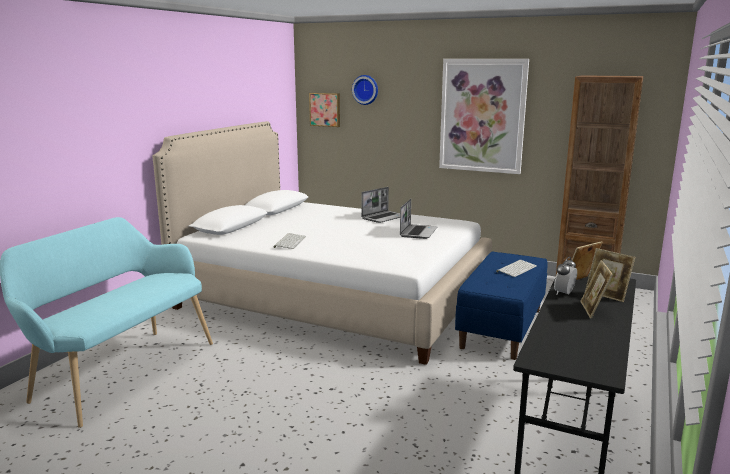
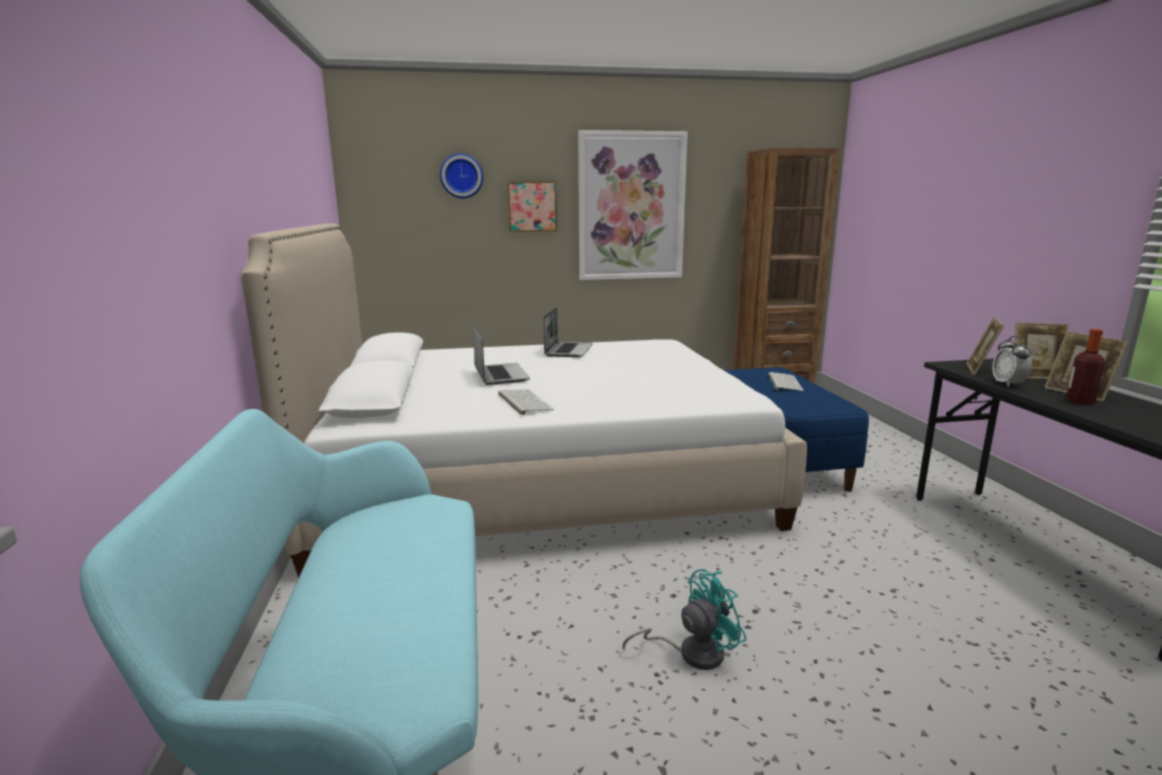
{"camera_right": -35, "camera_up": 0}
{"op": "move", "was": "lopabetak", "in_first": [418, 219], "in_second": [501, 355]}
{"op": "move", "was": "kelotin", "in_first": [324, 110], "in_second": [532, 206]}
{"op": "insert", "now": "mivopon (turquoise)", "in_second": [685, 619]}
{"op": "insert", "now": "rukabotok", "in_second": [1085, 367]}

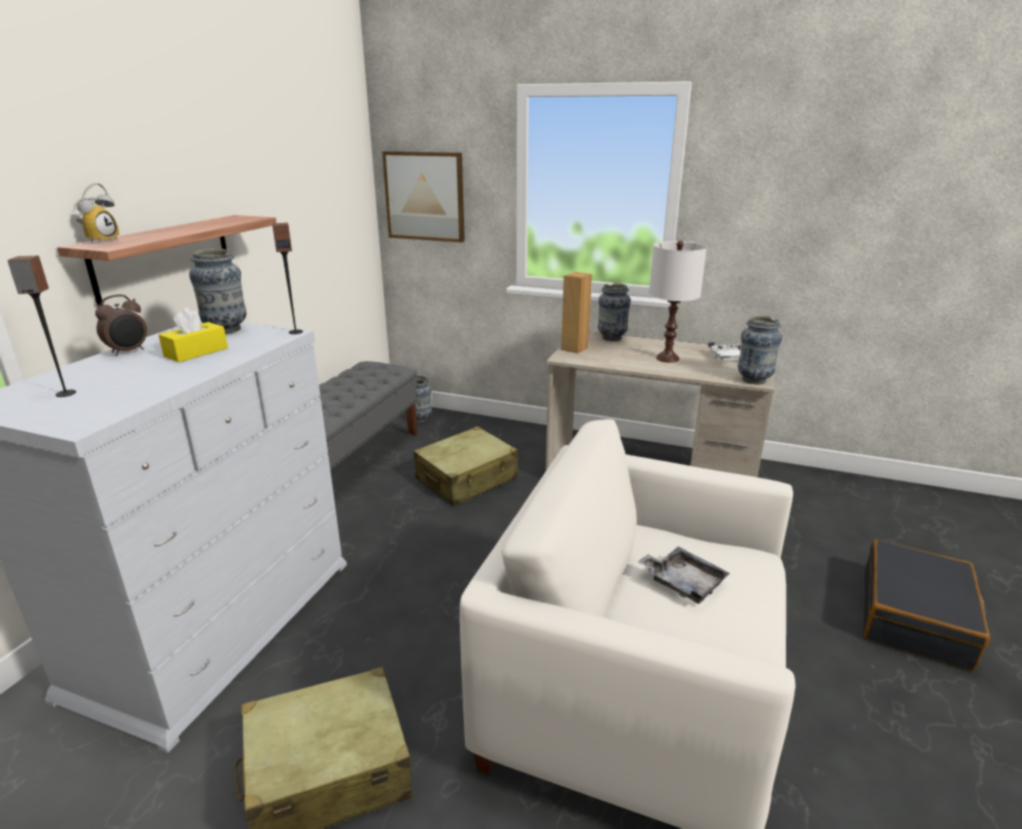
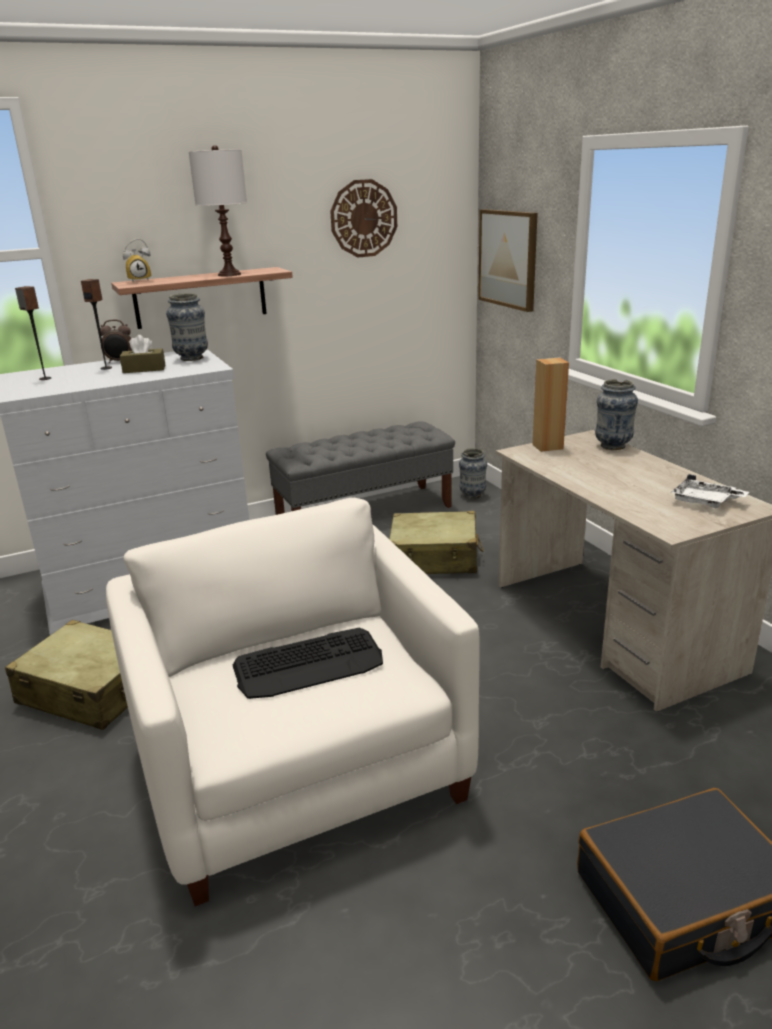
{"camera_right": 45, "camera_up": 0}
{"op": "move", "was": "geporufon", "in_first": [287, 278], "in_second": [96, 324]}
{"op": "recolor", "was": "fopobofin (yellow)", "now": "fopobofin (brown)", "in_first": [193, 335], "in_second": [142, 354]}
{"op": "move", "was": "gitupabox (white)", "in_first": [678, 302], "in_second": [217, 210]}
{"op": "replace", "was": "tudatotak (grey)", "now": "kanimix", "in_first": [684, 575], "in_second": [308, 663]}
{"op": "insert", "now": "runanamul", "in_second": [363, 218]}
{"op": "delete", "was": "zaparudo", "in_first": [760, 350]}

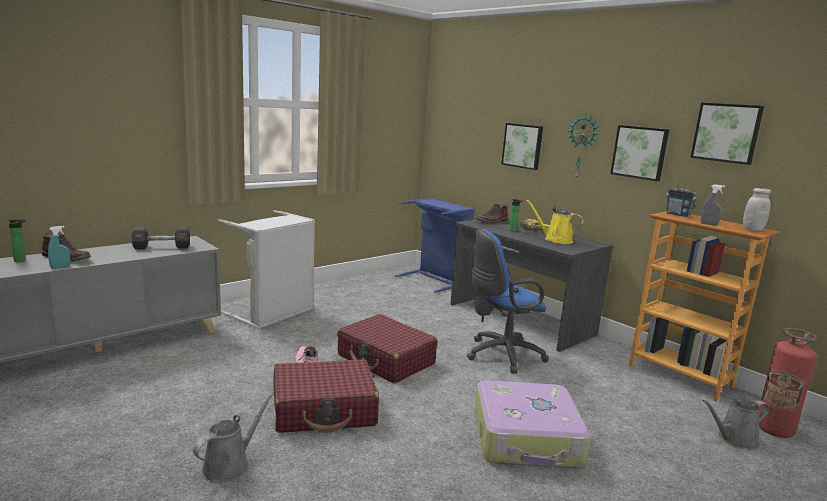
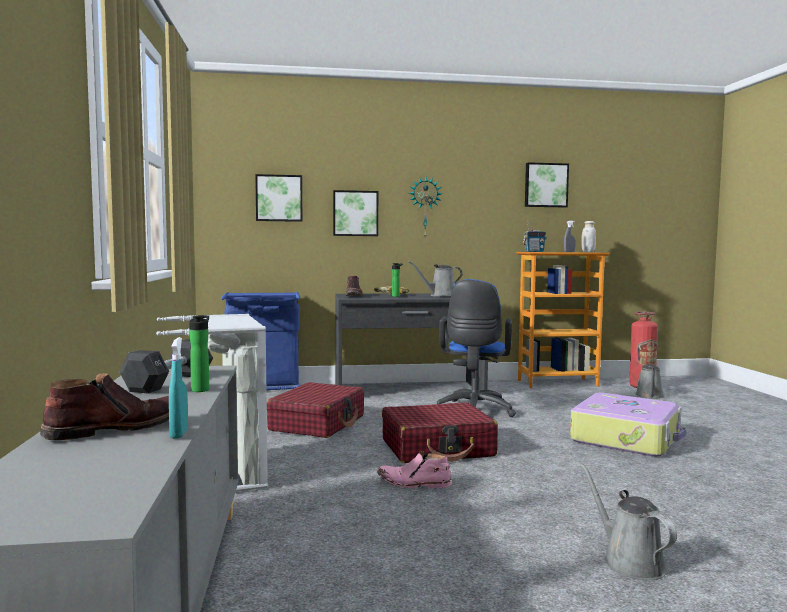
{"camera_right": -55, "camera_up": -10}
{"op": "move", "was": "rukabotok", "in_first": [17, 240], "in_second": [199, 353]}
{"op": "move", "was": "kelotin", "in_first": [639, 153], "in_second": [278, 198]}
{"op": "move", "was": "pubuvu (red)", "in_first": [326, 396], "in_second": [315, 410]}
{"op": "recolor", "was": "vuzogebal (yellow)", "now": "vuzogebal (grey)", "in_first": [554, 222], "in_second": [436, 279]}

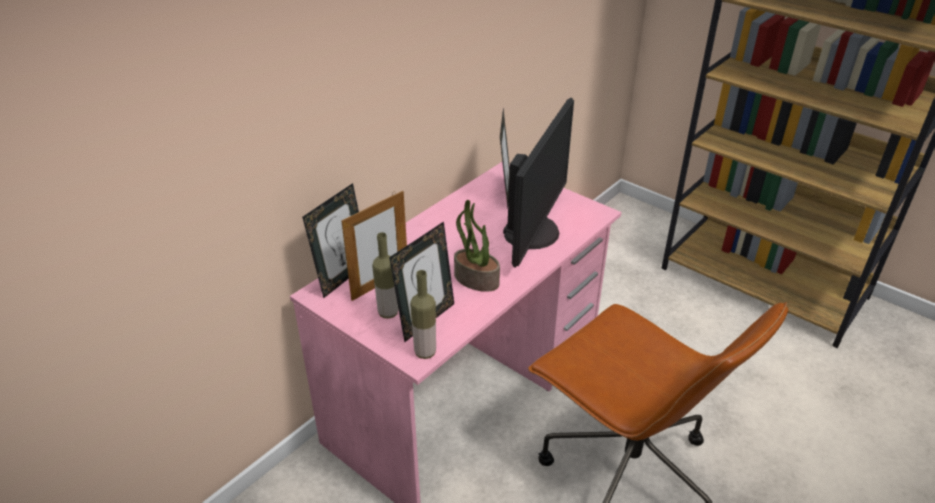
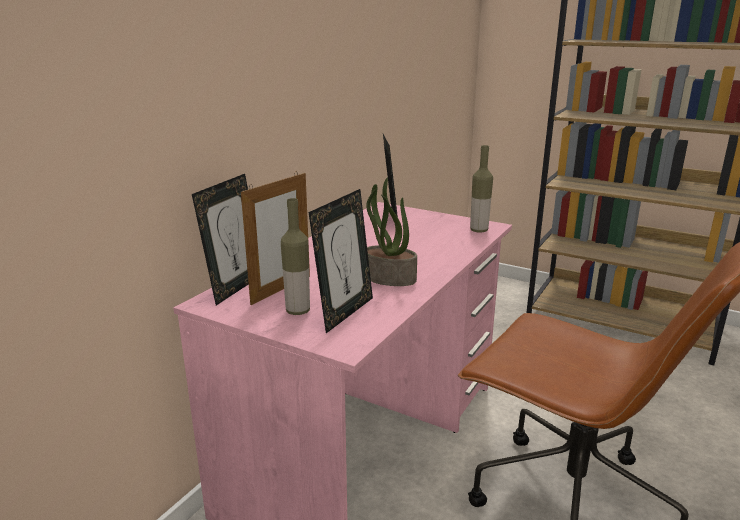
{"camera_right": -10, "camera_up": -15}
{"op": "move", "was": "rukabotok", "in_first": [423, 314], "in_second": [481, 189]}
{"op": "delete", "was": "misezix", "in_first": [538, 183]}

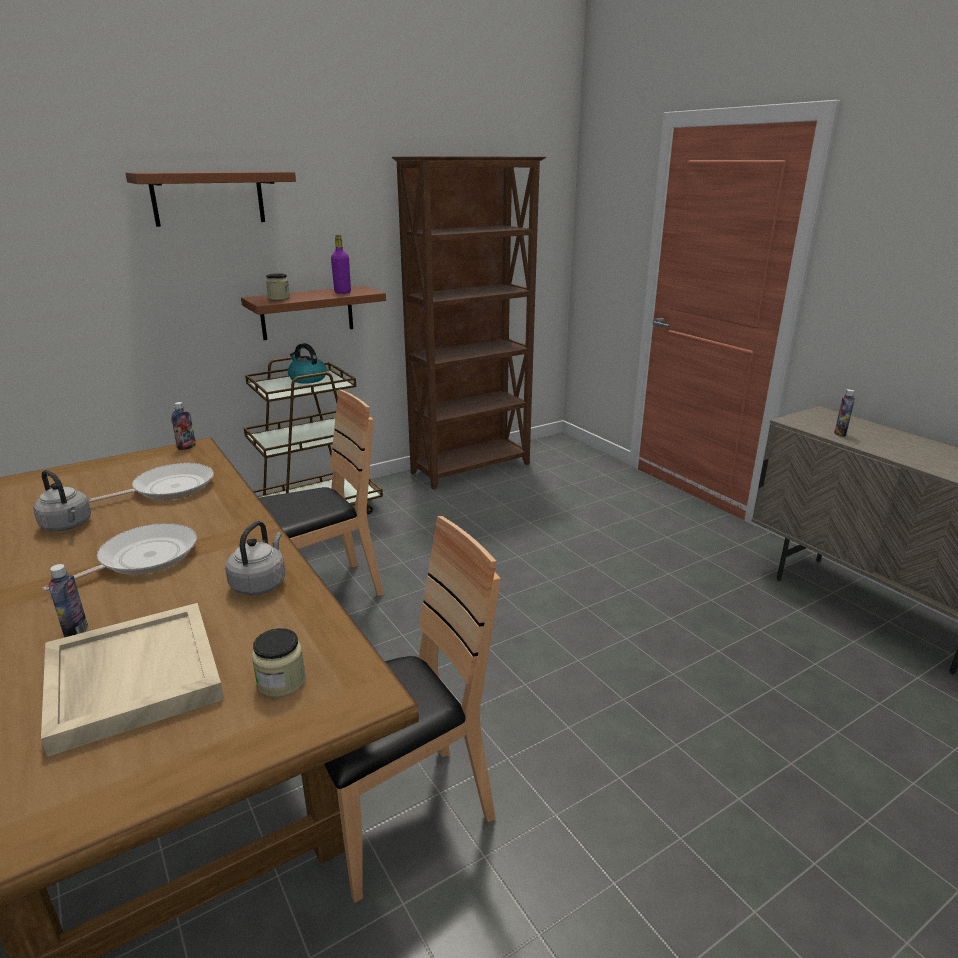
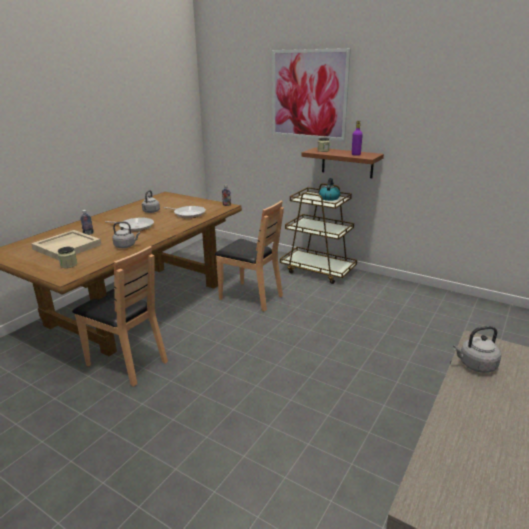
{"camera_right": 65, "camera_up": 0}
{"op": "replace", "was": "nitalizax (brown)", "now": "kelotin", "in_first": [210, 199], "in_second": [311, 94]}
{"op": "replace", "was": "rukabotok", "now": "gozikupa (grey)", "in_first": [844, 413], "in_second": [477, 349]}
{"op": "delete", "was": "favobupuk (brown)", "in_first": [469, 323]}

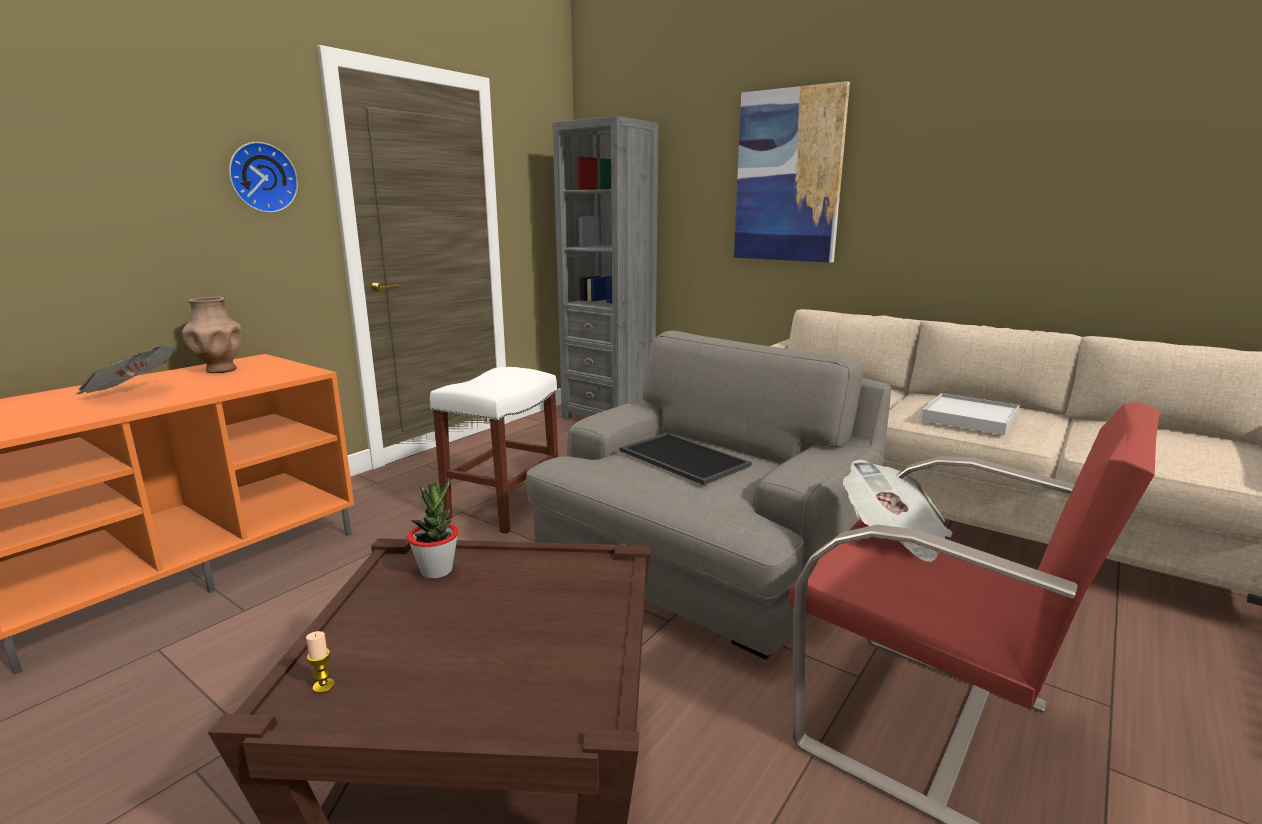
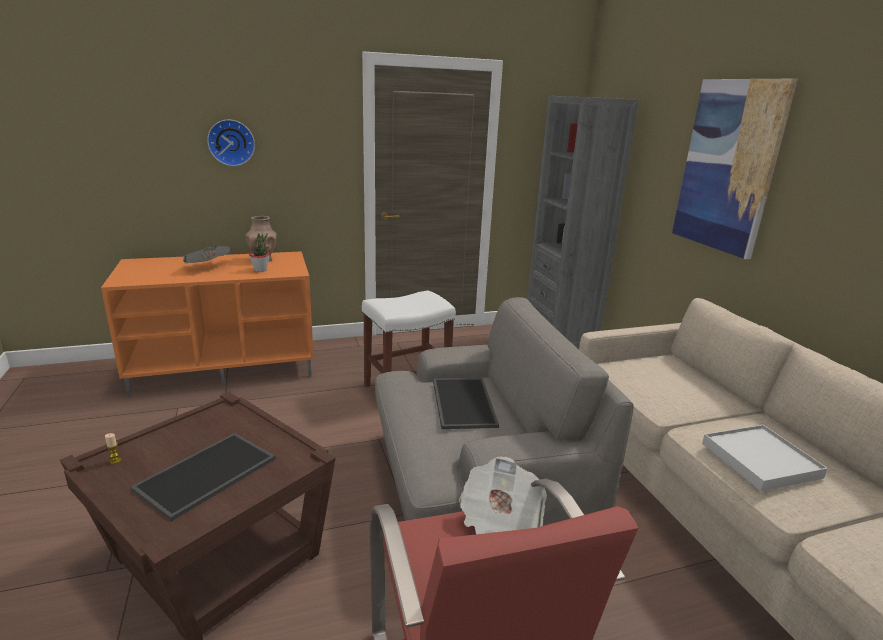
{"camera_right": 35, "camera_up": 5}
{"op": "insert", "now": "tudatotak", "in_second": [203, 477]}
{"op": "move", "was": "runanamul", "in_first": [263, 177], "in_second": [231, 143]}
{"op": "move", "was": "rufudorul", "in_first": [433, 528], "in_second": [259, 252]}

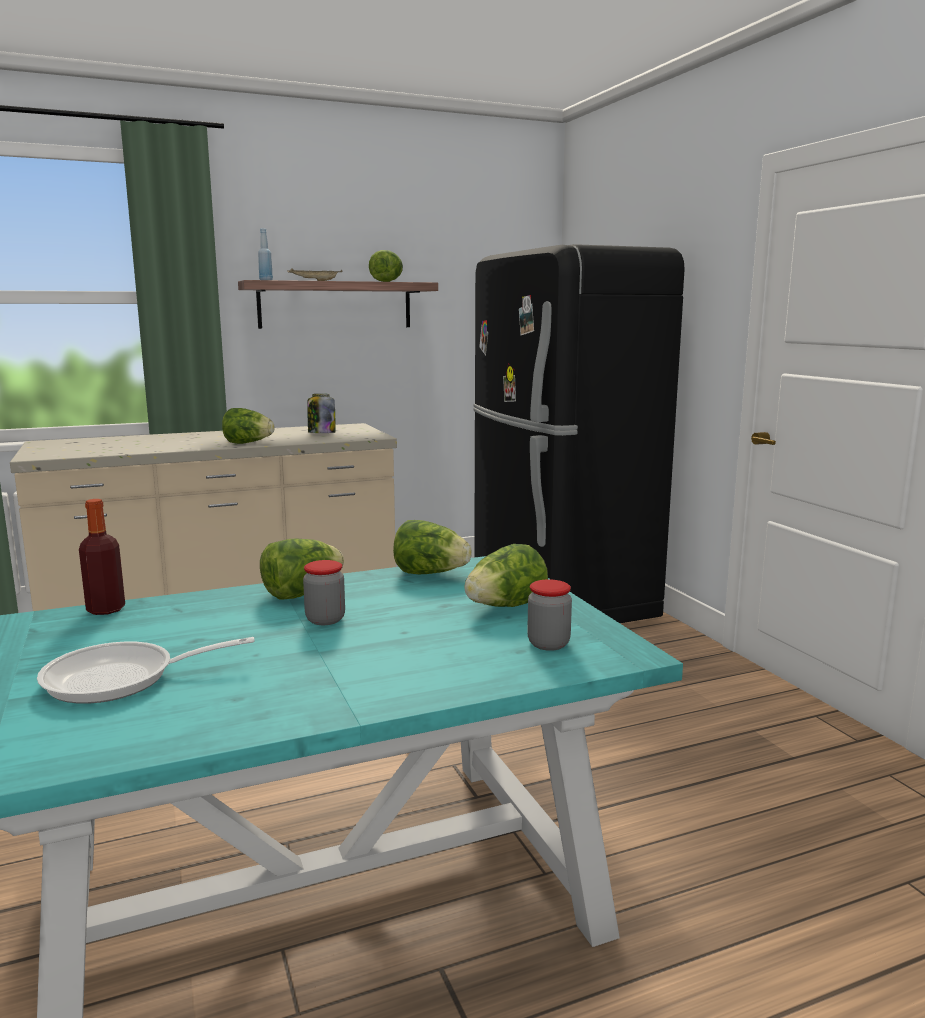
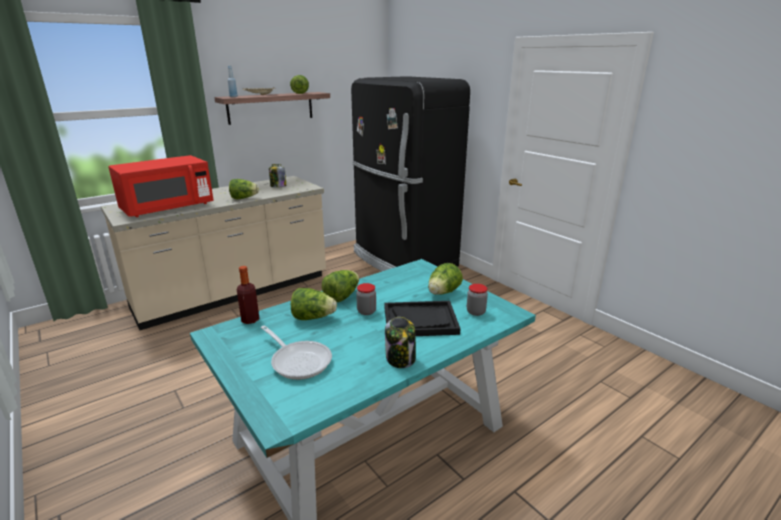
{"camera_right": -15, "camera_up": 10}
{"op": "insert", "now": "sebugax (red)", "in_second": [161, 186]}
{"op": "rotate", "was": "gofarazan", "in_first": [146, 670], "in_second": [296, 352], "clockwise": -105}
{"op": "move", "was": "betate", "in_first": [432, 547], "in_second": [314, 304]}
{"op": "insert", "now": "tudatotak (black)", "in_second": [422, 318]}
{"op": "insert", "now": "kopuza", "in_second": [400, 342]}

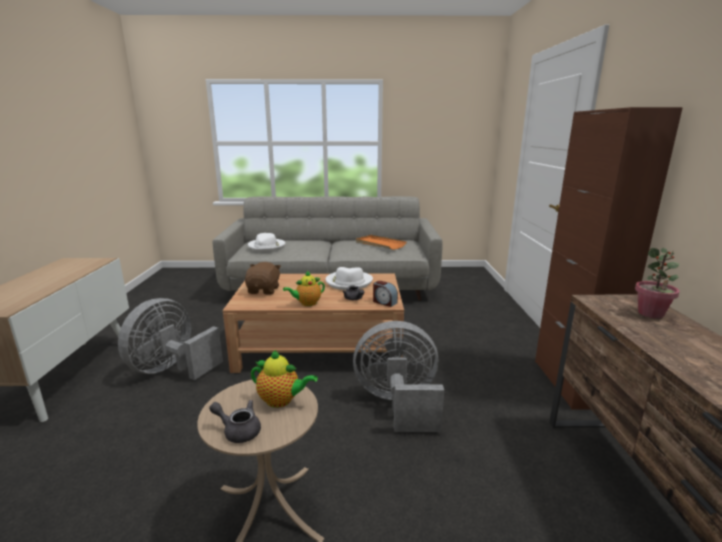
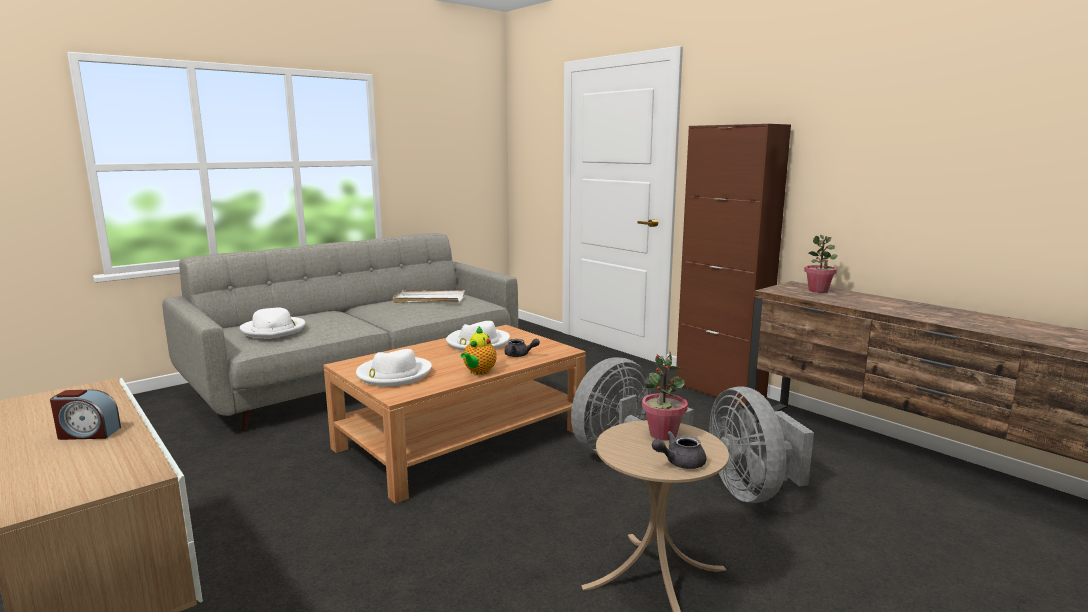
{"camera_right": -40, "camera_up": -5}
{"op": "move", "was": "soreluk", "in_first": [385, 294], "in_second": [85, 415]}
{"op": "replace", "was": "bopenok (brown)", "now": "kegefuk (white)", "in_first": [263, 278], "in_second": [394, 367]}
{"op": "recolor", "was": "tudatotak (orange)", "now": "tudatotak (white)", "in_first": [381, 242], "in_second": [429, 296]}
{"op": "replace", "was": "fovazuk", "now": "rufudorul", "in_first": [284, 379], "in_second": [665, 396]}
{"op": "move", "was": "mivopon (grey)", "in_first": [170, 339], "in_second": [762, 444]}

